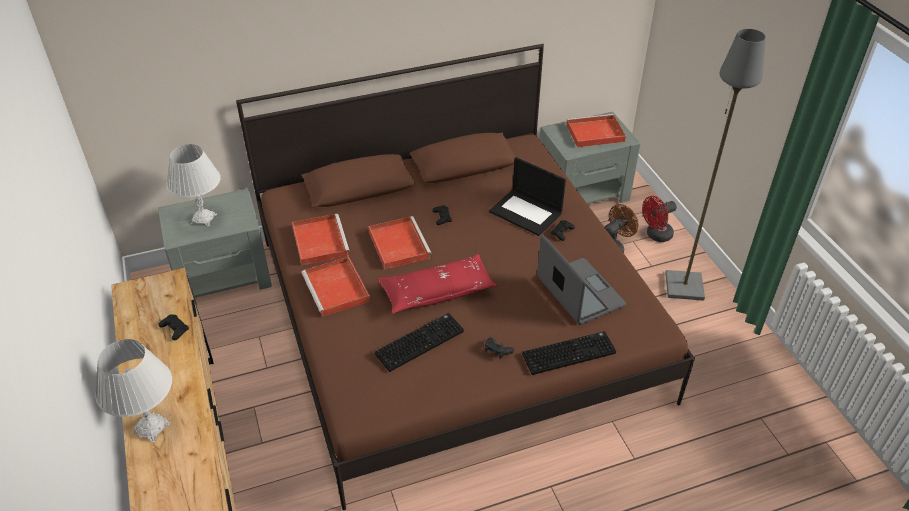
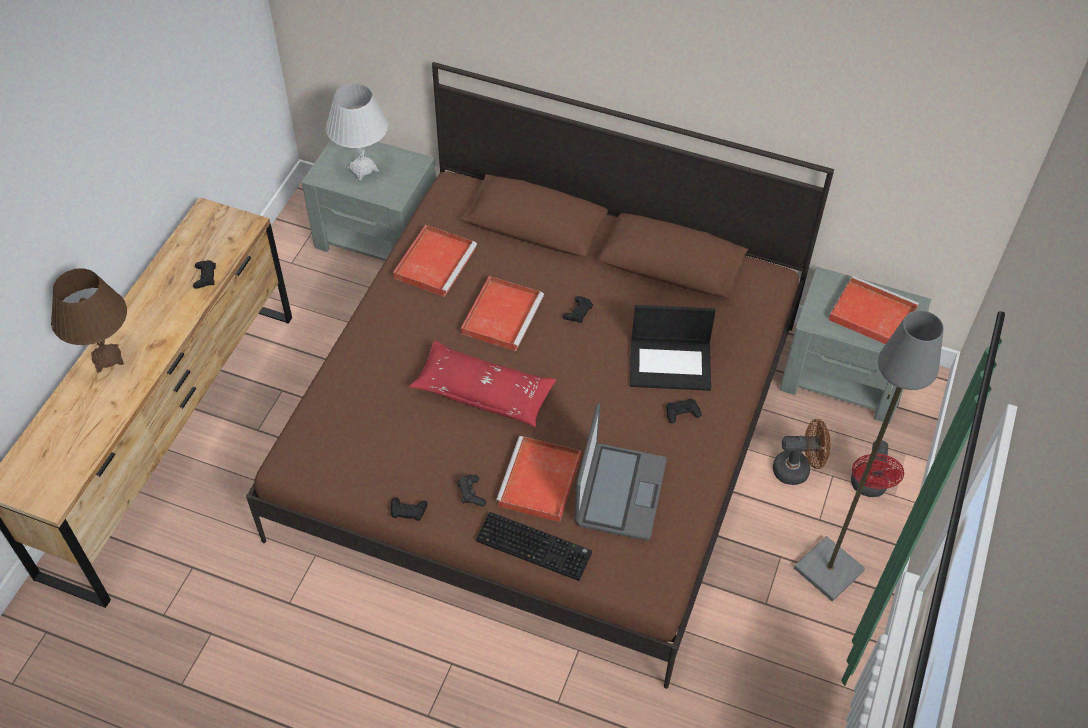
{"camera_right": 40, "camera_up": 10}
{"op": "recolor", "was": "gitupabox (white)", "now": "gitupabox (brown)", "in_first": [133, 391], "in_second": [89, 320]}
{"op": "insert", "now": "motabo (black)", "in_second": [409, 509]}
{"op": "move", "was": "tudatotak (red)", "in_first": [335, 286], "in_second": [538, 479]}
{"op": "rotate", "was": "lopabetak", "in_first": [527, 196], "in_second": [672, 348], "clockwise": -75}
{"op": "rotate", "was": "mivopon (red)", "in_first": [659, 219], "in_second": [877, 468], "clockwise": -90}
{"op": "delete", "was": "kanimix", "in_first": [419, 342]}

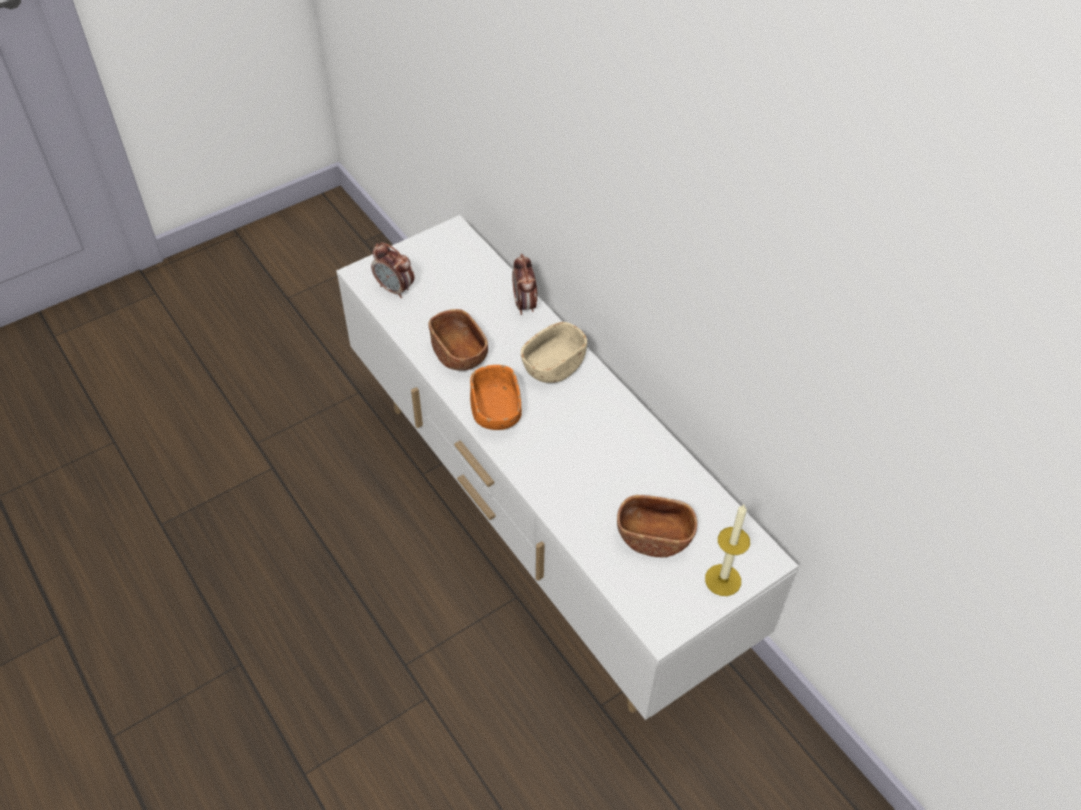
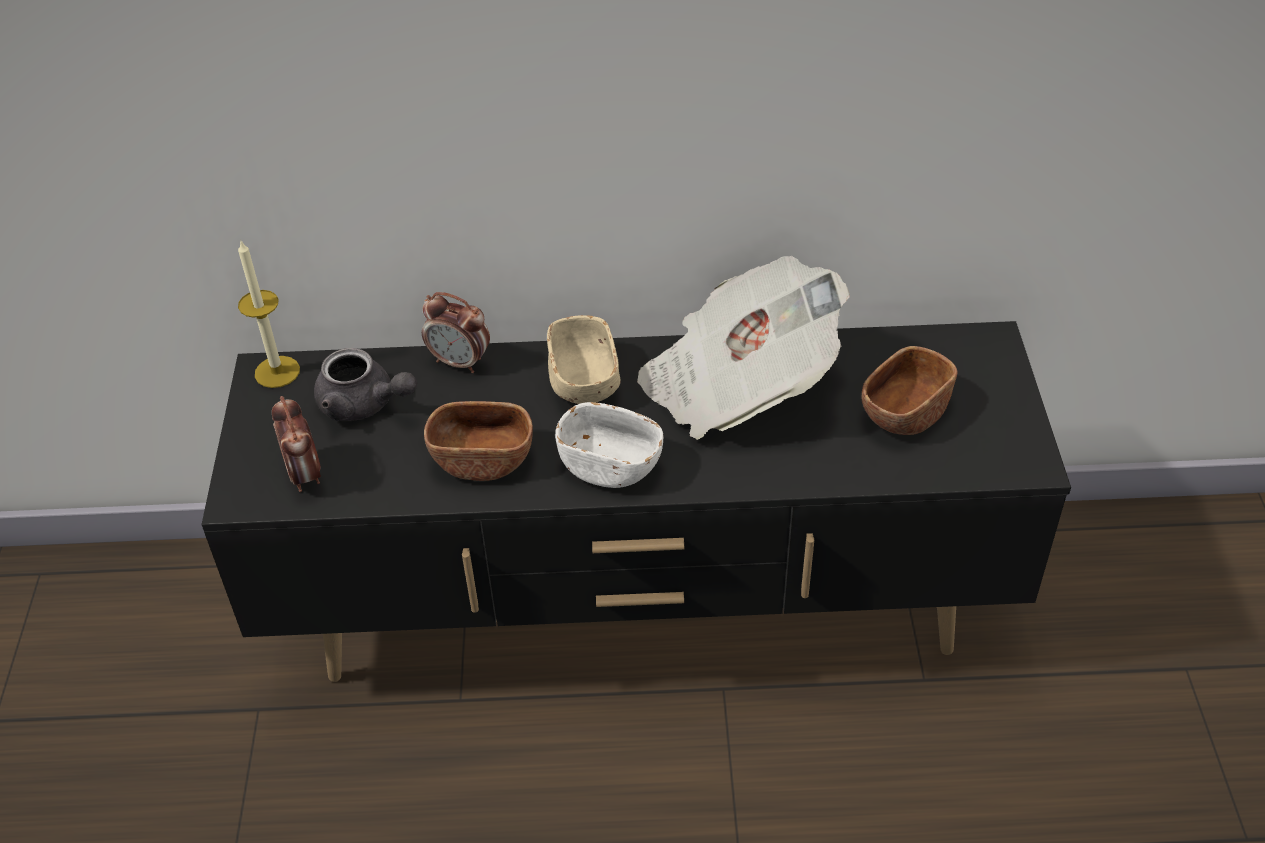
{"camera_right": -55, "camera_up": -5}
{"op": "recolor", "was": "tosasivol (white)", "now": "tosasivol (black)", "in_first": [567, 467], "in_second": [636, 501]}
{"op": "move", "was": "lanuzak", "in_first": [727, 550], "in_second": [269, 313]}
{"op": "rotate", "was": "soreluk", "in_first": [392, 270], "in_second": [296, 444], "clockwise": 90}
{"op": "insert", "now": "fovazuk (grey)", "in_second": [365, 384]}
{"op": "recolor", "was": "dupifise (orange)", "now": "dupifise (white)", "in_first": [496, 397], "in_second": [609, 445]}
{"op": "insert", "now": "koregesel", "in_second": [743, 348]}

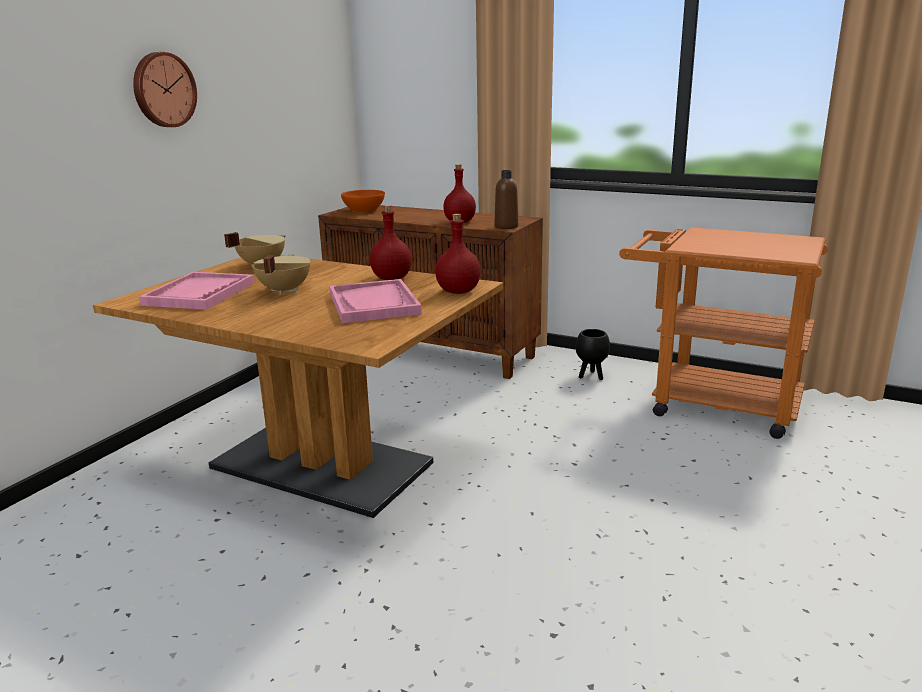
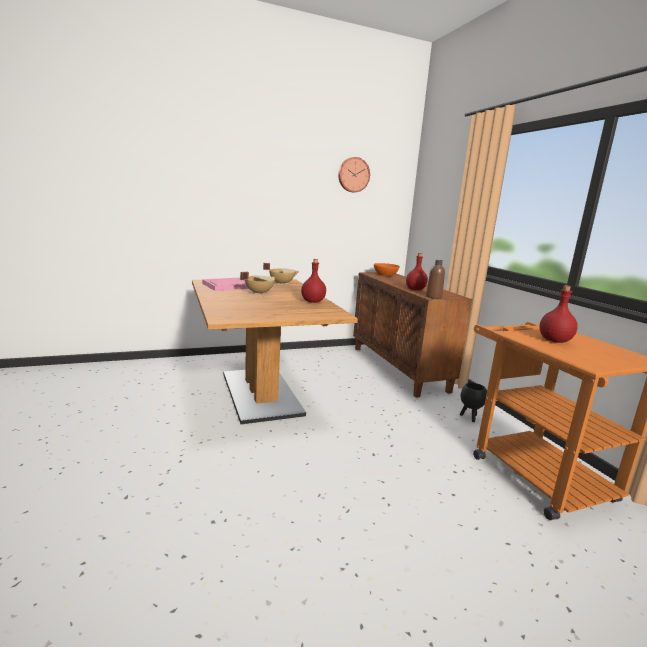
{"camera_right": 40, "camera_up": -5}
{"op": "move", "was": "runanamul", "in_first": [165, 89], "in_second": [354, 174]}
{"op": "move", "was": "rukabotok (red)", "in_first": [458, 254], "in_second": [558, 314]}
{"op": "delete", "was": "tudatotak (pink)", "in_first": [376, 301]}

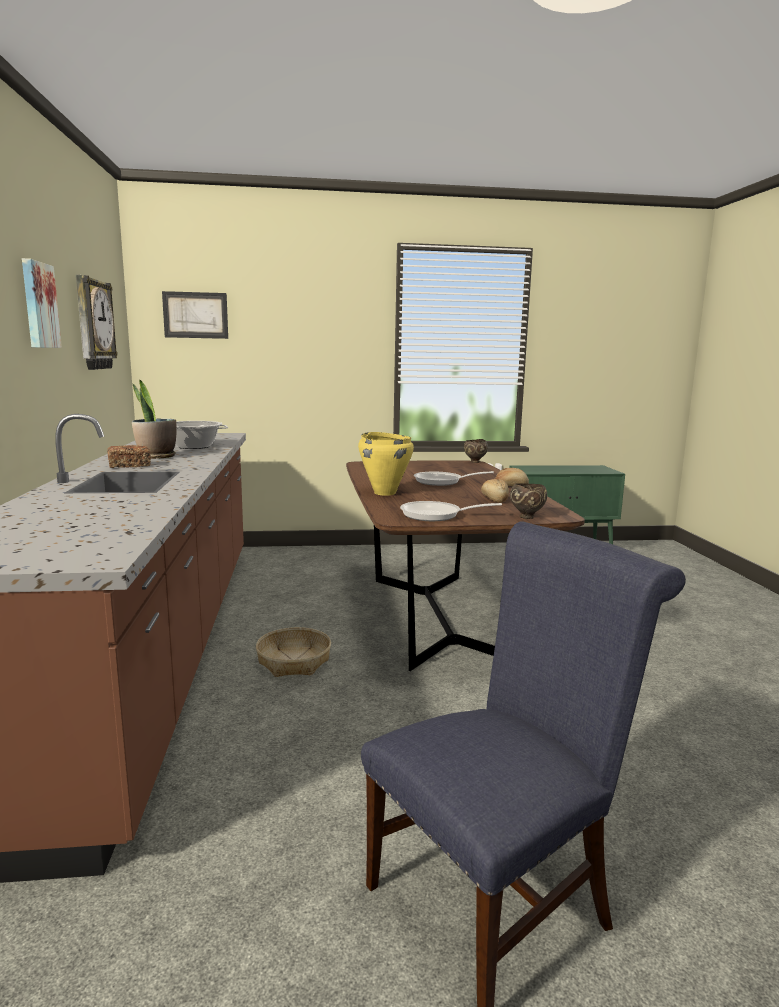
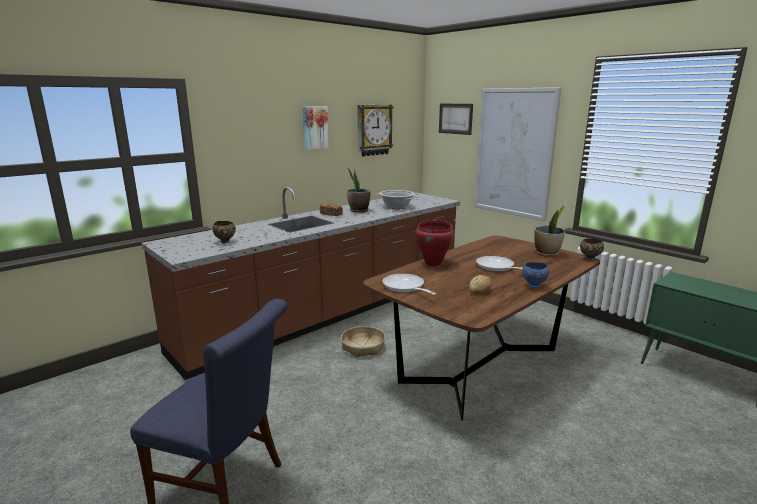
{"camera_right": 55, "camera_up": 5}
{"op": "move", "was": "dupifise (brown)", "in_first": [528, 501], "in_second": [224, 232]}
{"op": "recolor", "was": "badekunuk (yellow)", "now": "badekunuk (red)", "in_first": [386, 464], "in_second": [435, 243]}
{"op": "insert", "now": "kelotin", "in_second": [517, 154]}
{"op": "replace", "was": "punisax", "now": "dupifise (blue)", "in_first": [512, 477], "in_second": [535, 275]}
{"op": "insert", "now": "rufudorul", "in_second": [550, 230]}

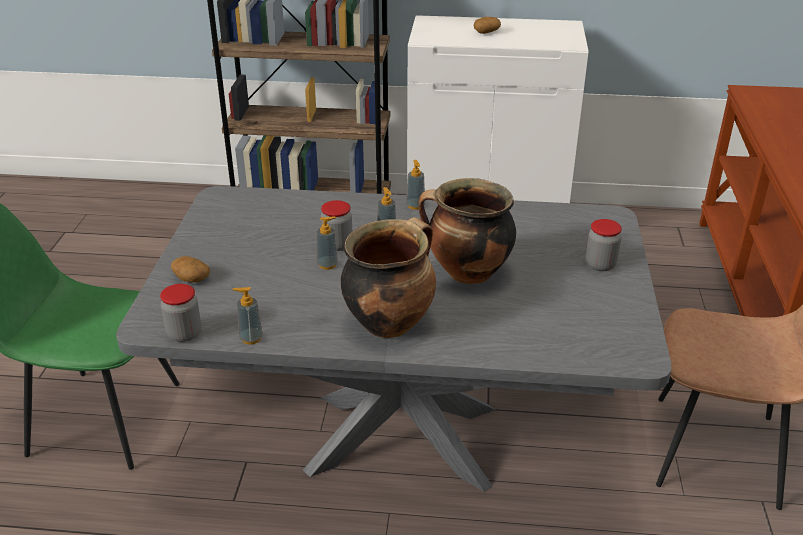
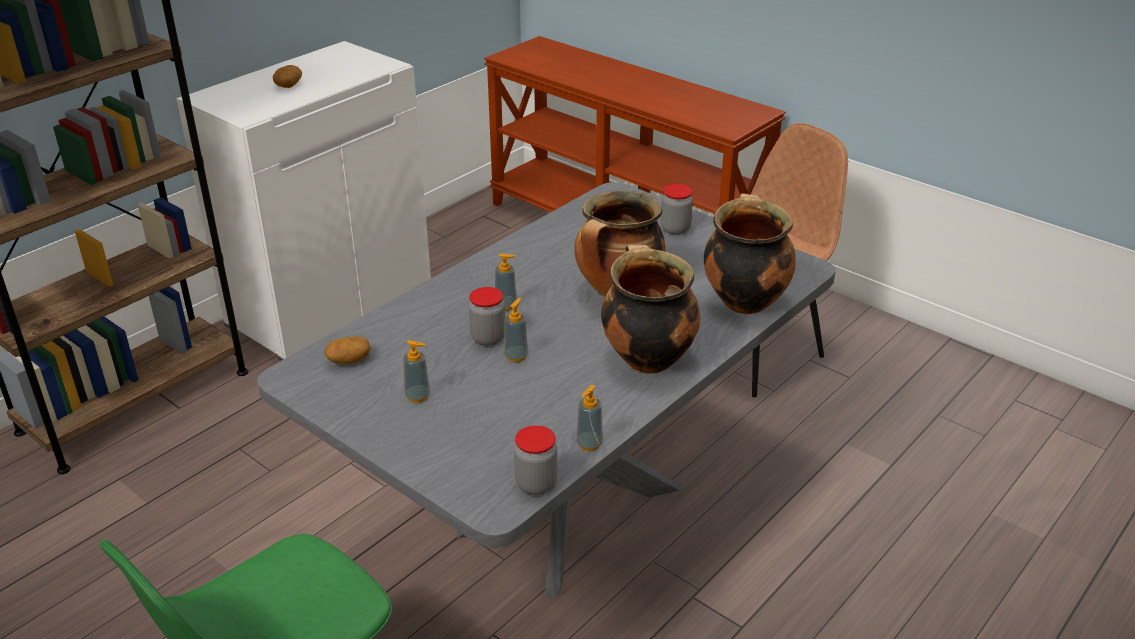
{"camera_right": -55, "camera_up": 0}
{"op": "move", "was": "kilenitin", "in_first": [190, 269], "in_second": [348, 350]}
{"op": "move", "was": "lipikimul", "in_first": [415, 185], "in_second": [416, 371]}
{"op": "insert", "now": "badekunuk", "in_second": [750, 253]}

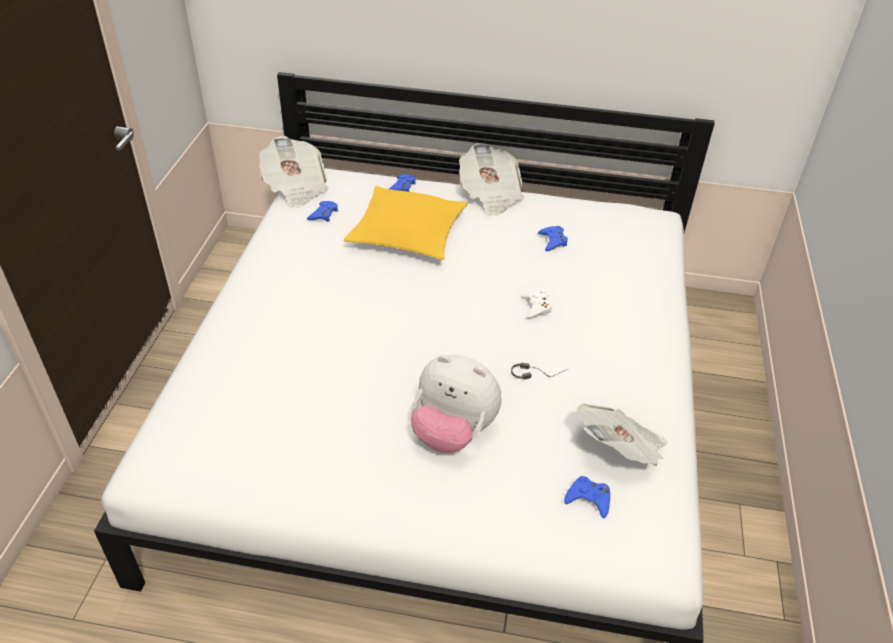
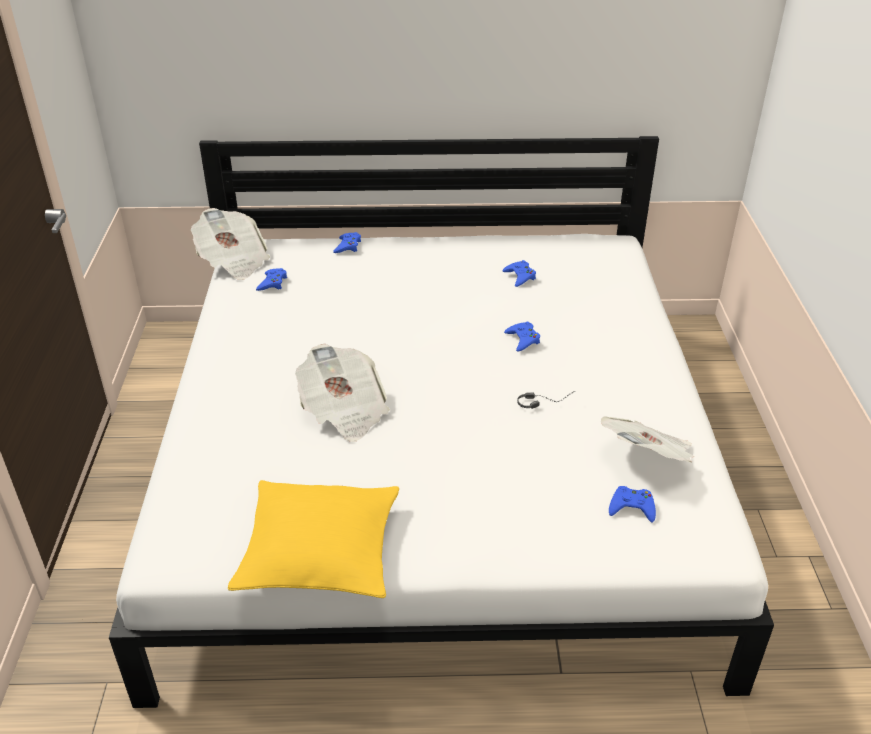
{"camera_right": -10, "camera_up": -5}
{"op": "move", "was": "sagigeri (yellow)", "in_first": [406, 223], "in_second": [313, 539]}
{"op": "move", "was": "koregesel", "in_first": [491, 179], "in_second": [342, 393]}
{"op": "recolor", "was": "motabo (white)", "now": "motabo (blue)", "in_first": [536, 304], "in_second": [522, 337]}
{"op": "delete", "was": "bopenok", "in_first": [455, 404]}

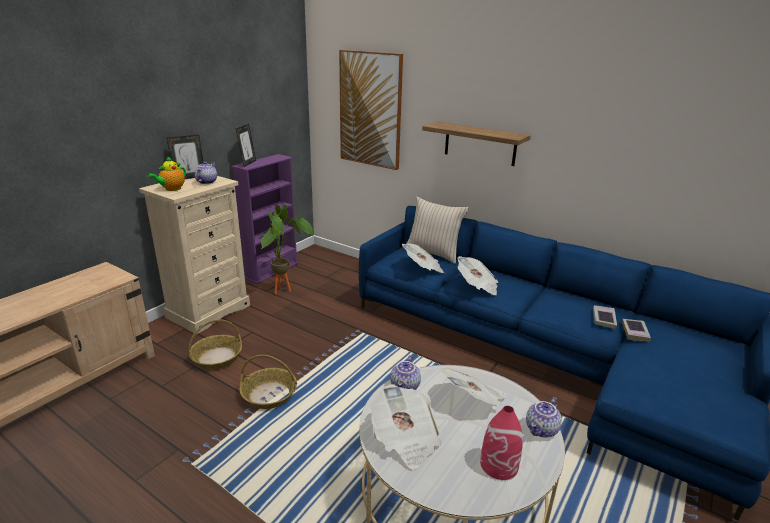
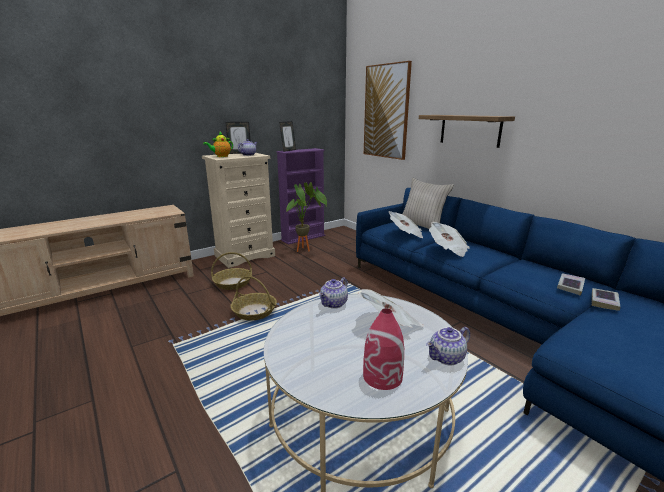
{"camera_right": 20, "camera_up": -5}
{"op": "delete", "was": "koregesel", "in_first": [406, 427]}

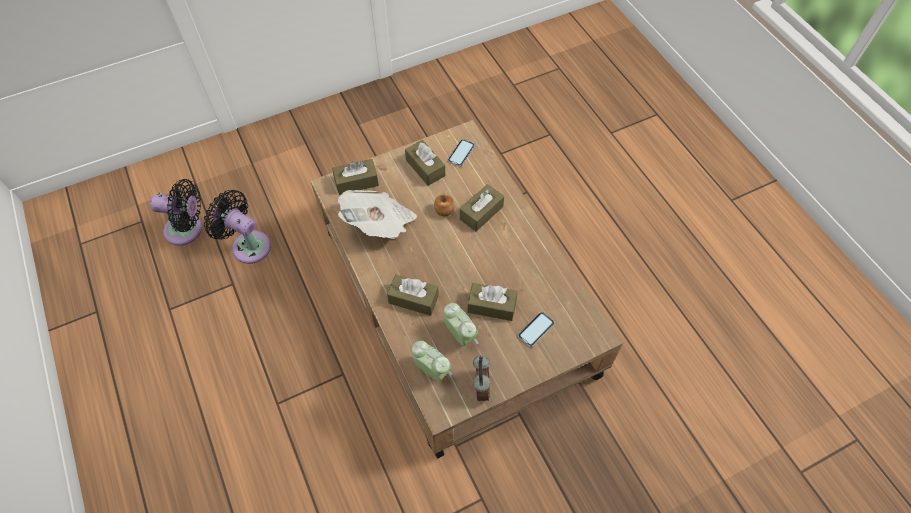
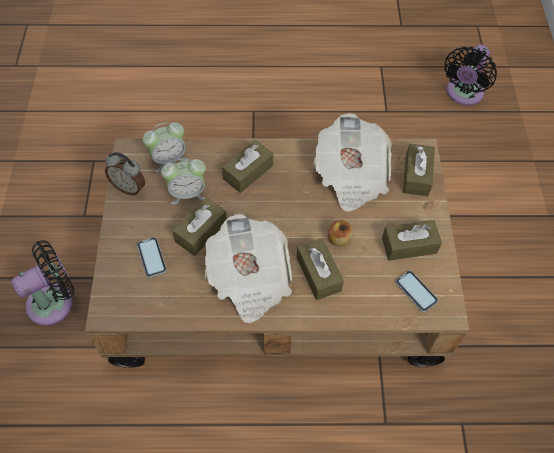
{"camera_right": 115, "camera_up": 0}
{"op": "move", "was": "mivopon (black)", "in_first": [237, 227], "in_second": [43, 283]}
{"op": "insert", "now": "koregesel", "in_second": [248, 268]}

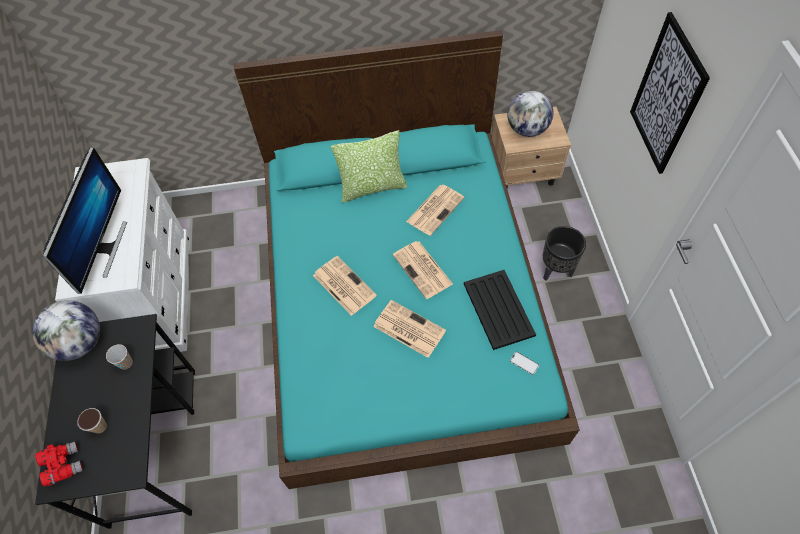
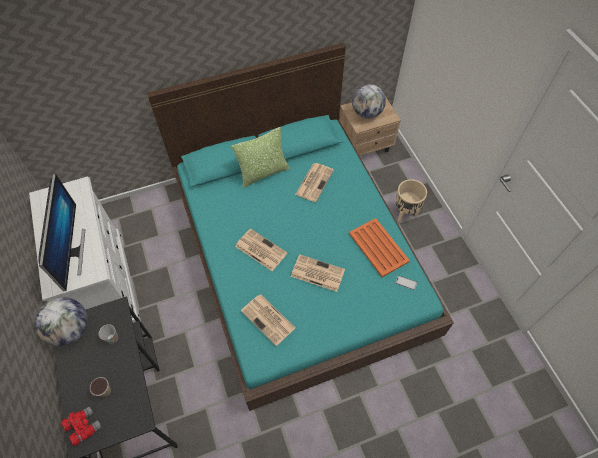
{"camera_right": -15, "camera_up": 0}
{"op": "move", "was": "koregesel", "in_first": [423, 270], "in_second": [268, 320]}
{"op": "recolor", "was": "tudatotak (black)", "now": "tudatotak (orange)", "in_first": [500, 310], "in_second": [379, 247]}
{"op": "recolor", "was": "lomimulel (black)", "now": "lomimulel (beige)", "in_first": [564, 253], "in_second": [411, 200]}
{"op": "delete", "was": "kelotin", "in_first": [670, 93]}

